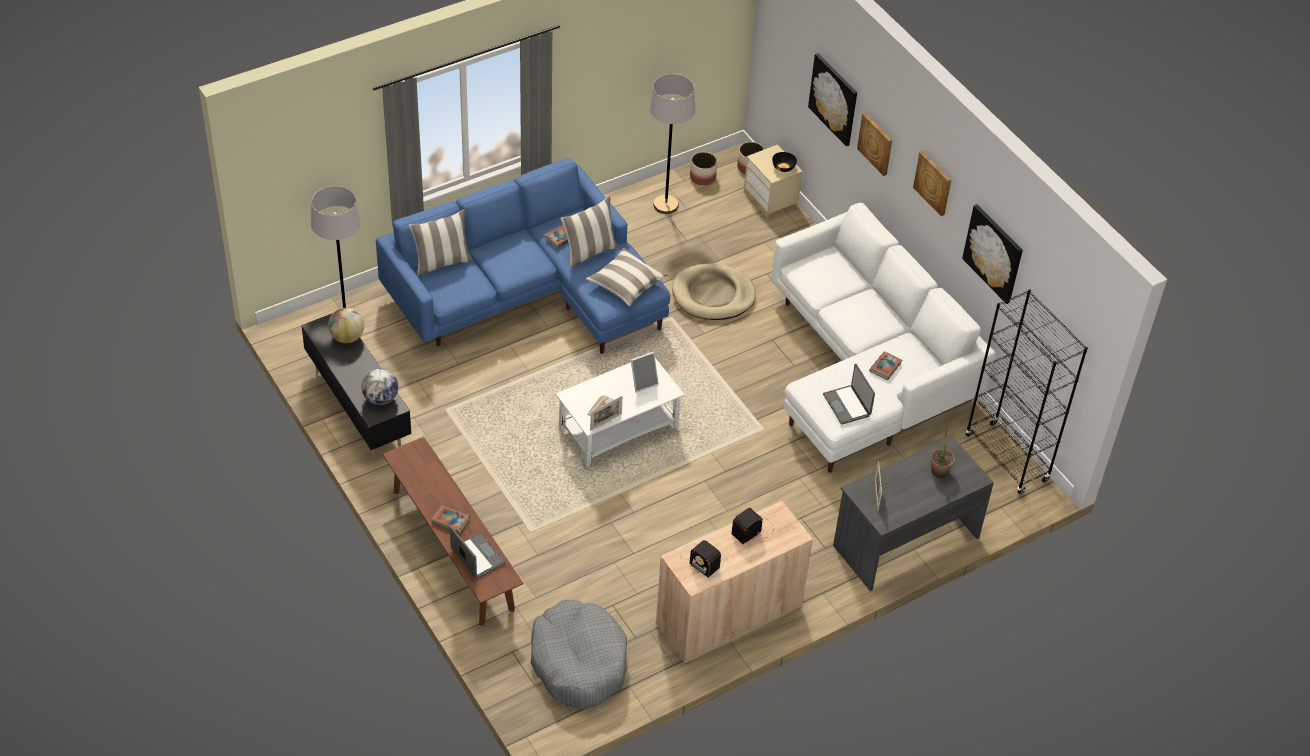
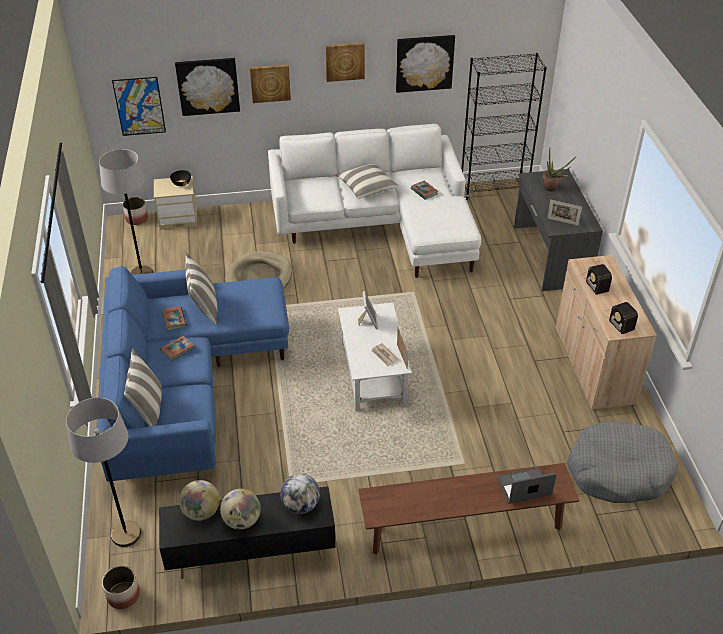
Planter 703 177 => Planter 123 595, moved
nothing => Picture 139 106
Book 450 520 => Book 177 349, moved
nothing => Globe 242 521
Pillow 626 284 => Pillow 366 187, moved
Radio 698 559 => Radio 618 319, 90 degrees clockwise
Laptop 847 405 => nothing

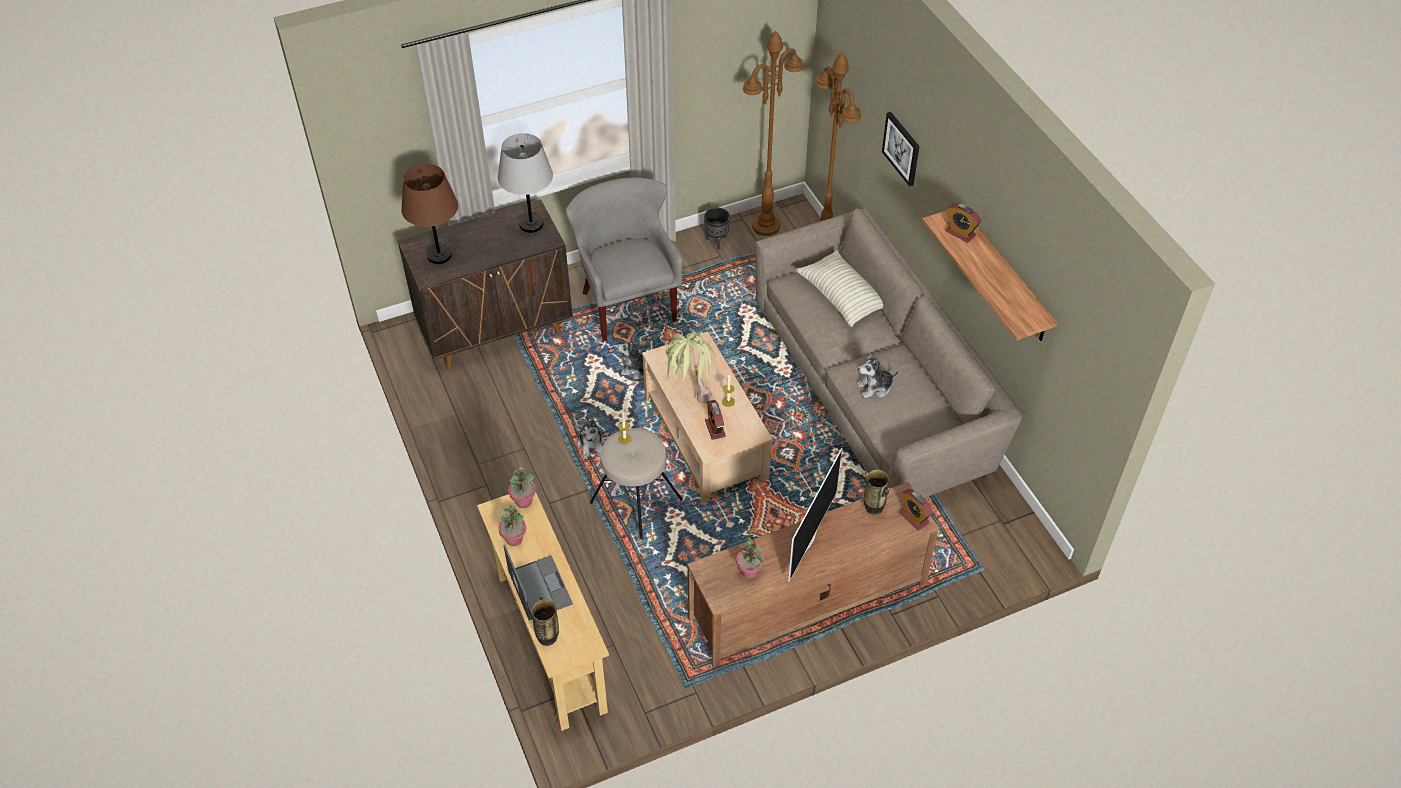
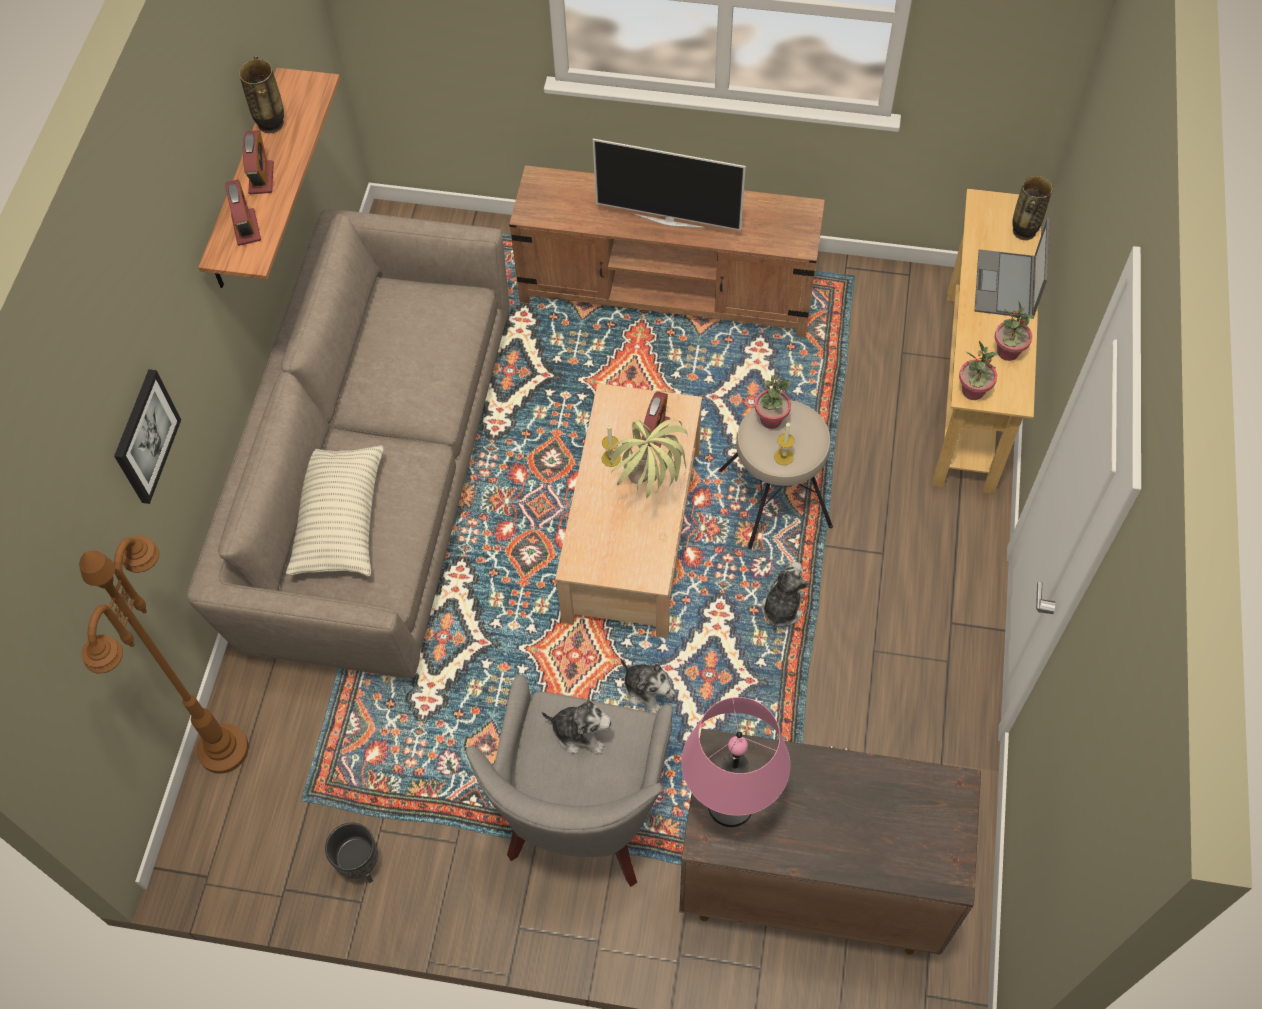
Vase 873 508 => Vase 271 124, moved
AlarmClock 914 518 => AlarmClock 261 178, moved
PlushToy 875 387 => PlushToy 581 732, moved
Television 807 539 => Television 669 220, 135 degrees counterclockwise
GreyTableLamp 531 224 => PinkTableLamp 731 804
PottedPlant 749 571 => PottedPlant 770 419, moved
BrownTableLamp 439 255 => nothing
BrownFloorLamp 765 226 => nothing

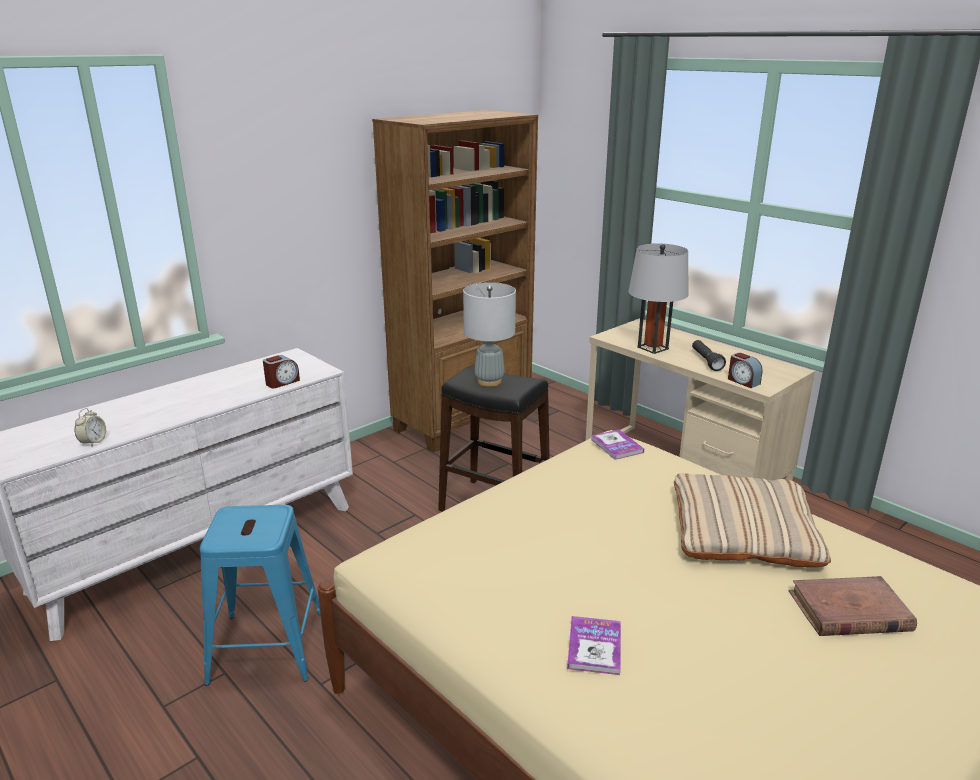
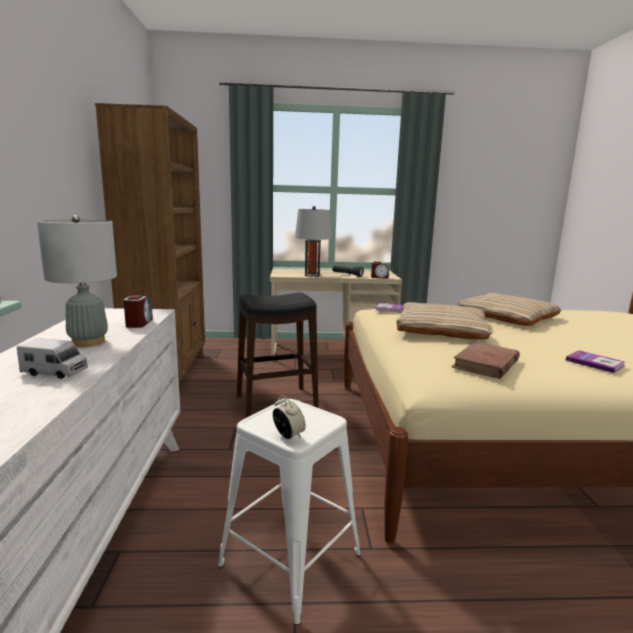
nothing => ToyTruck 55 372
GreyTableLamp 489 382 => GreyTableLamp 89 342, moved
BlueStool 267 647 => WhiteStool 291 559
AlarmClock 93 442 => AlarmClock 288 435, moved
nothing => BeigePillow 441 328
BrownBook 849 611 => BrownBook 486 364, moved

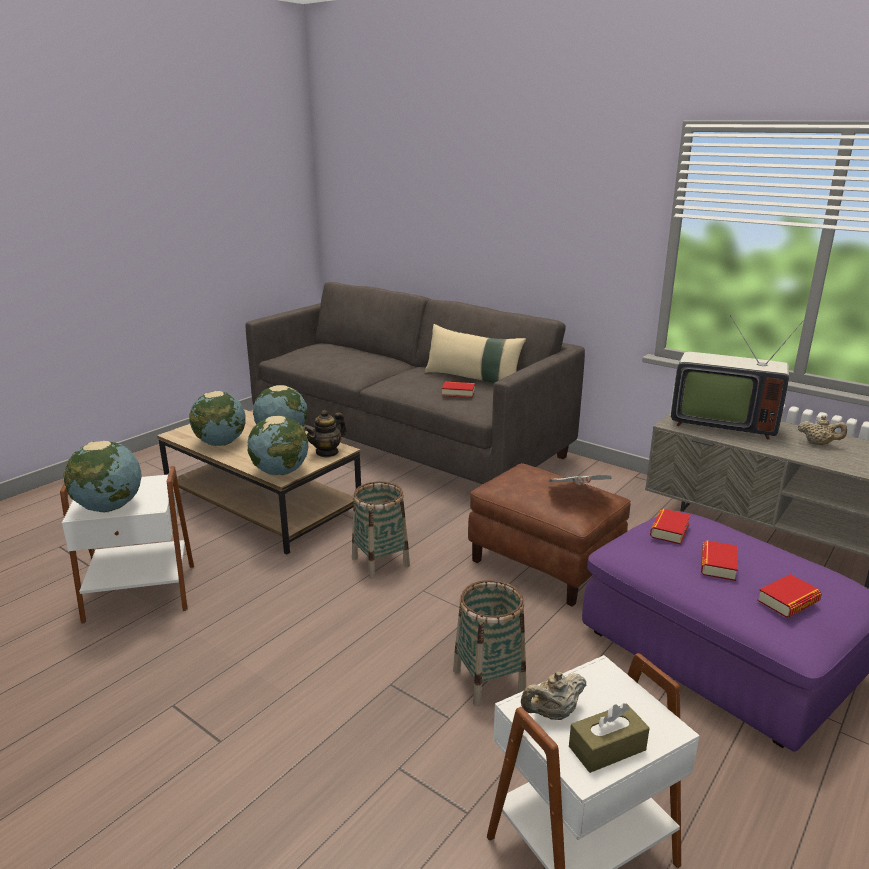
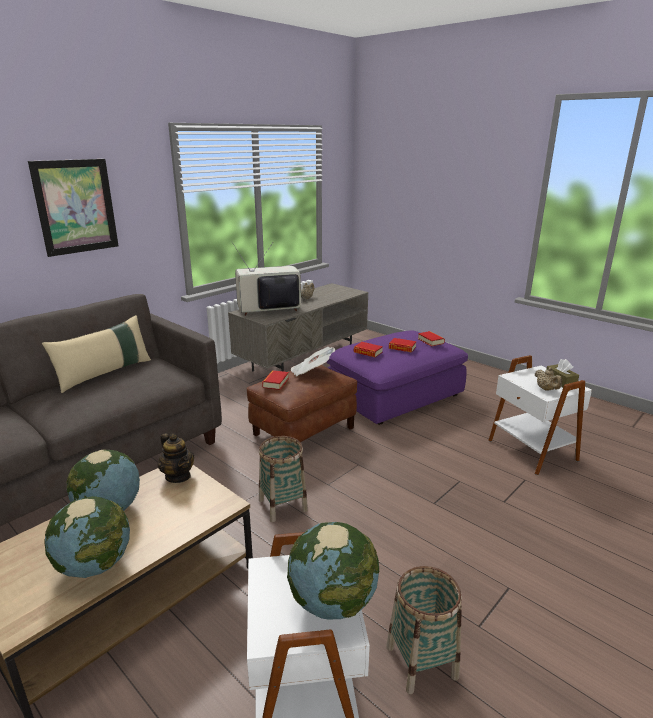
nothing => Picture 76 206
Television 721 423 => Television 270 310, 135 degrees counterclockwise
Book 458 393 => Book 275 383, moved
Basket 489 680 => Basket 421 661, moved
Globe 281 472 => nothing

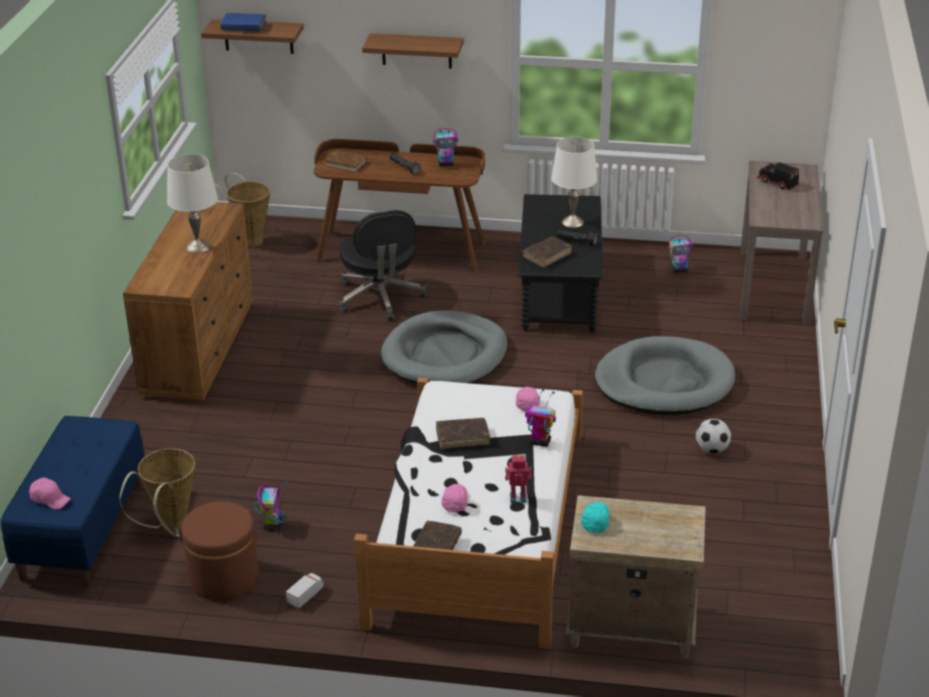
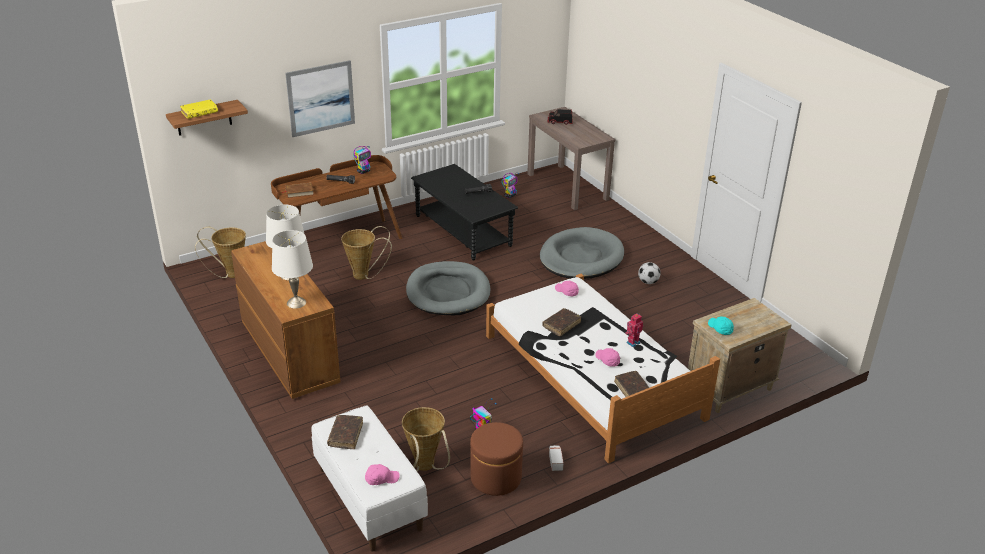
BlueBook 244 27 => YellowBook 199 113
WhiteTableLamp 572 222 => WhiteTableLamp 296 302, moved
Shelf 416 50 => Picture 320 98
BlueBench 82 530 => WhiteBench 369 498
BrownBook 547 256 => BrownBook 345 435, moved
BlackOfficeChair 380 298 => Basket 365 276
ToyRobot 540 442 => nothing

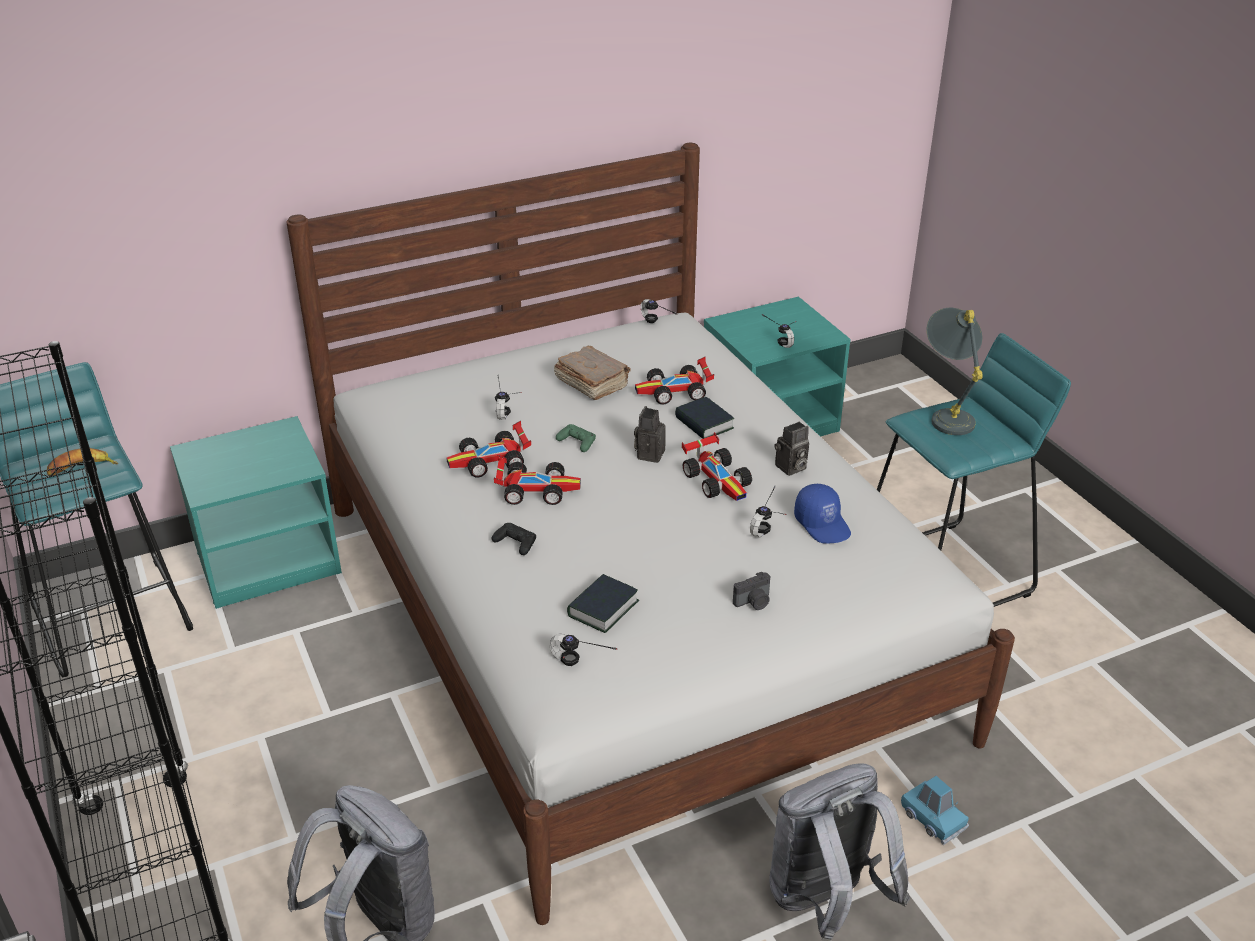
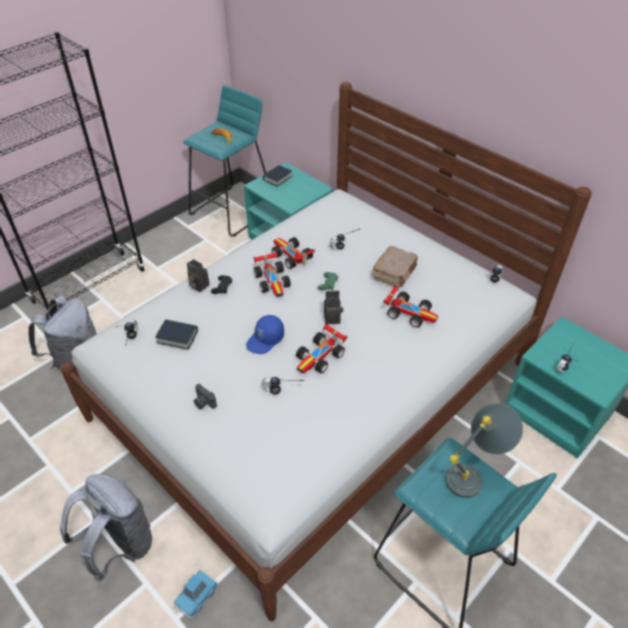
PhotoCamera 790 468 => PhotoCamera 198 286, moved
BlueCap 823 524 => BlueCap 265 340, moved
Book 704 423 => Book 277 178, moved
ToyCar 675 392 => ToyCar 409 312, 150 degrees clockwise

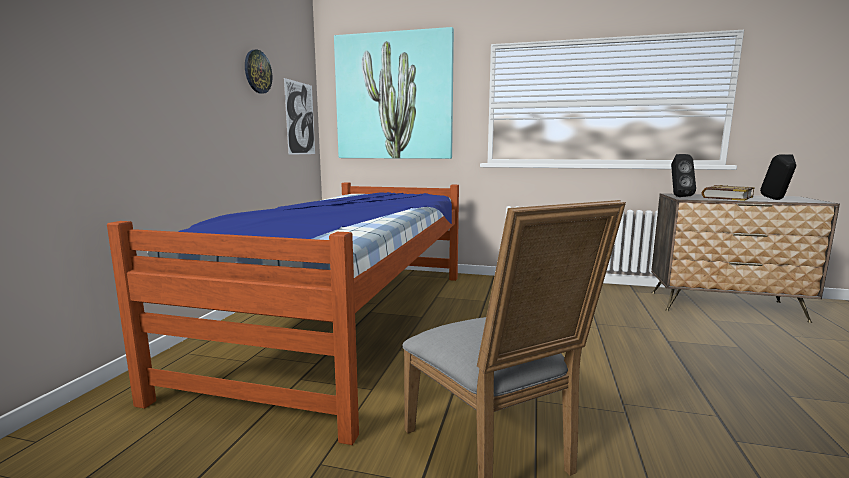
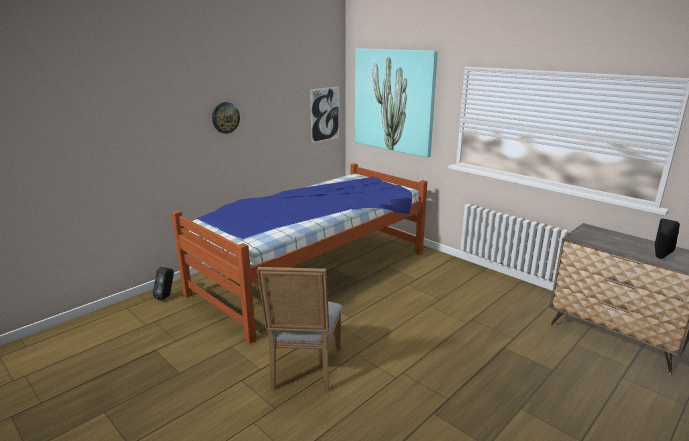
BlackSpeaker 678 196 => BlackSpeaker 166 297, moved
WallClock 257 71 => WallClock 225 117, moved
Book 727 197 => nothing

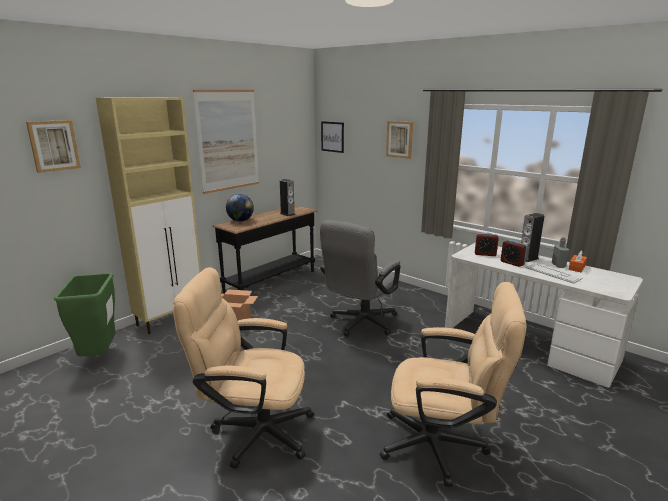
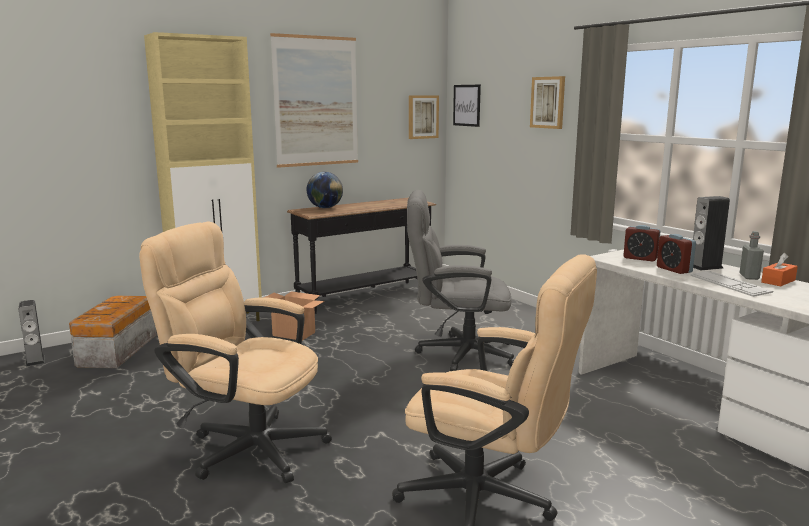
Speaker 287 214 => Speaker 35 360, moved
GreenTrashCan 99 356 => StorageBox 116 350
GreyOfficeChair 360 324 => GreyOfficeChair 457 353, 45 degrees clockwise
Picture 53 145 => Picture 423 117, moved

